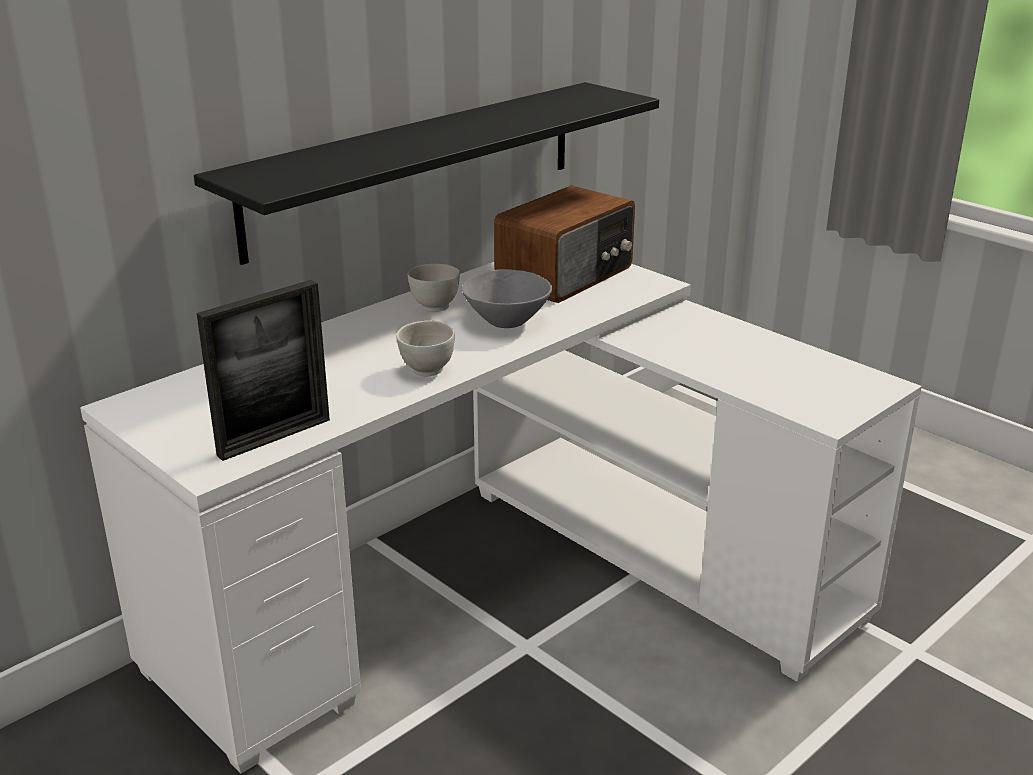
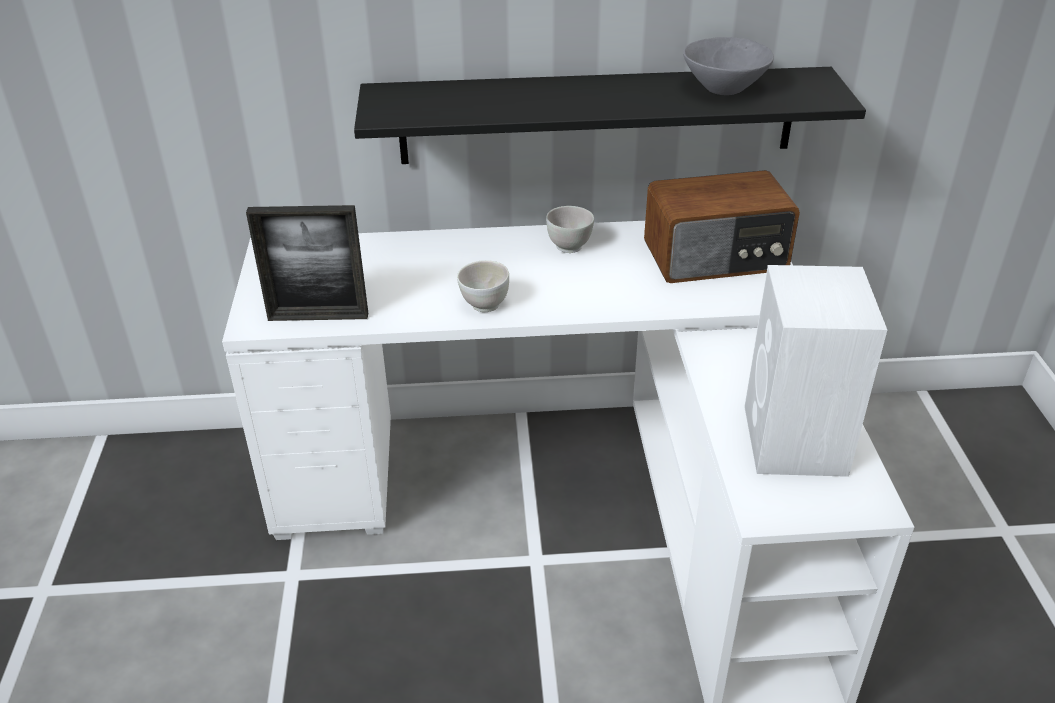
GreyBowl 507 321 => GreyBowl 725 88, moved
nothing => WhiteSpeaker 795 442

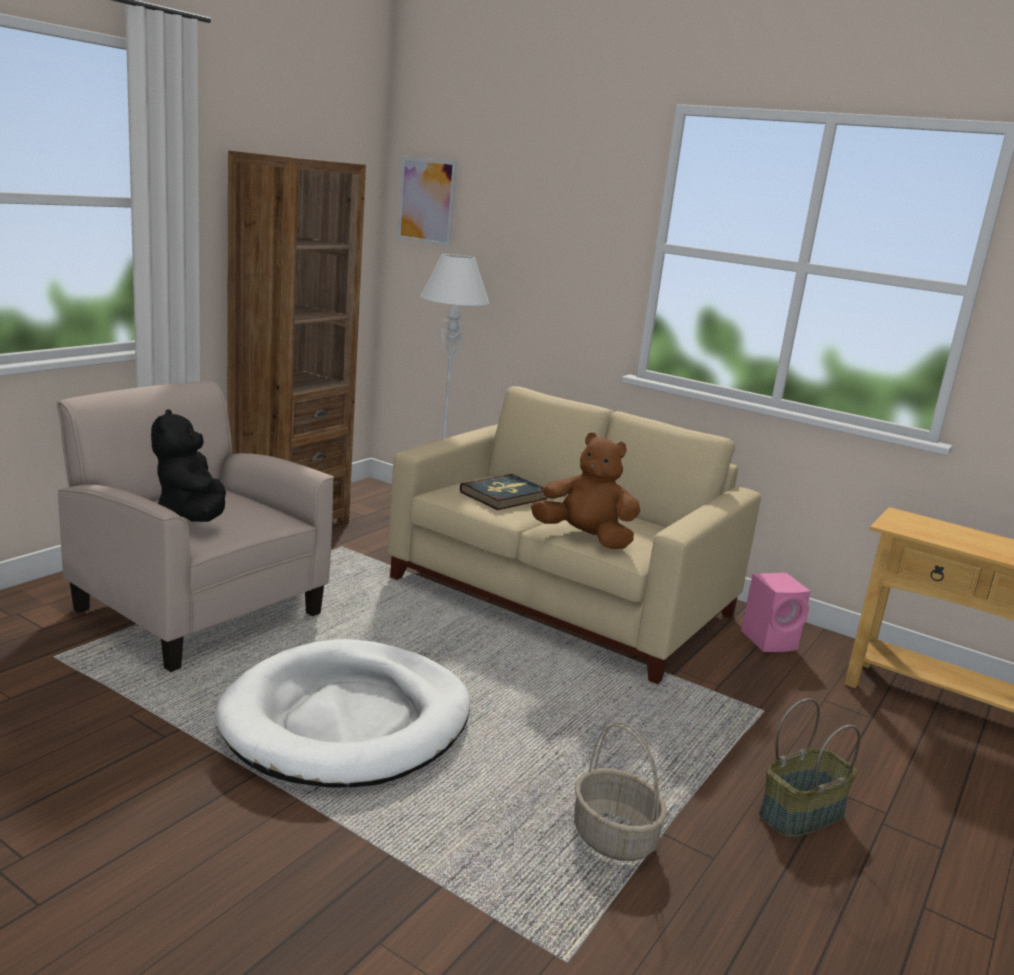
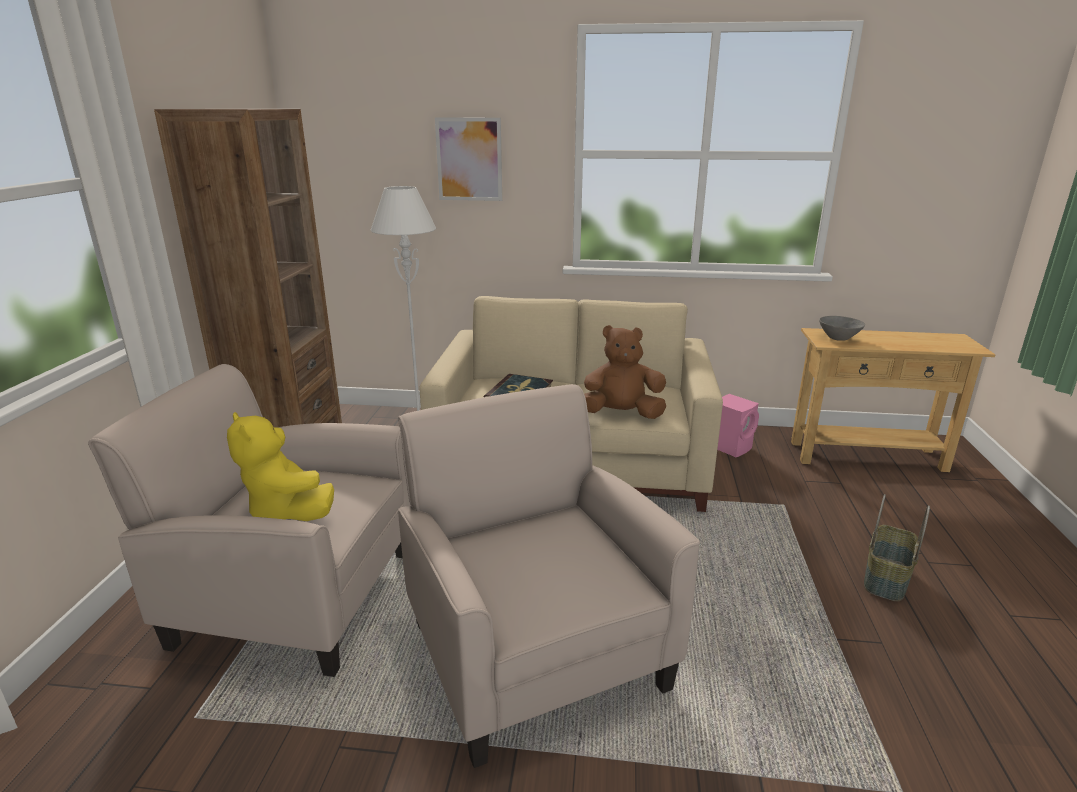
BlackPlushToy 192 516 => YellowPlushToy 287 512
WhiteDogBed 347 720 => BeigeArmchair 535 651
Picture 426 201 => Picture 469 159, moved
nothing => GreyBowl 839 338
Basket 615 837 => nothing

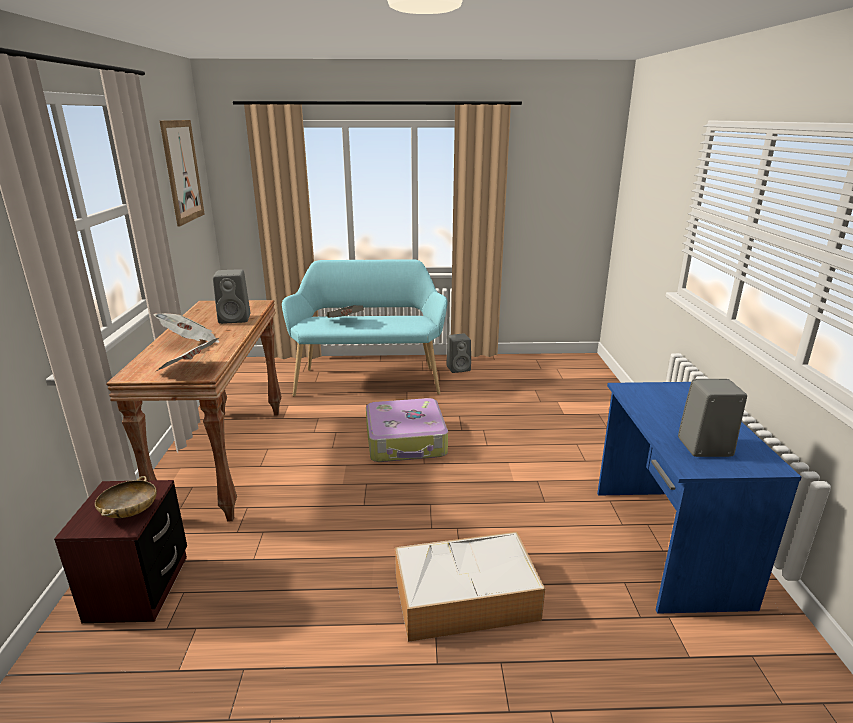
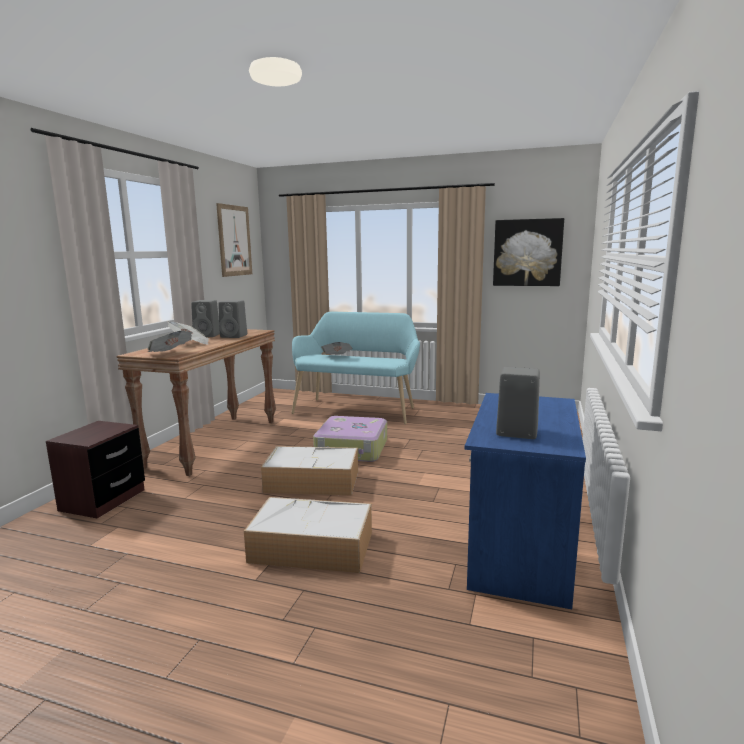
GreySpeaker 459 368 => GreySpeaker 208 335, moved
nothing => StorageBox 313 481
nothing => Picture 527 252
BeigeBowl 129 512 => nothing

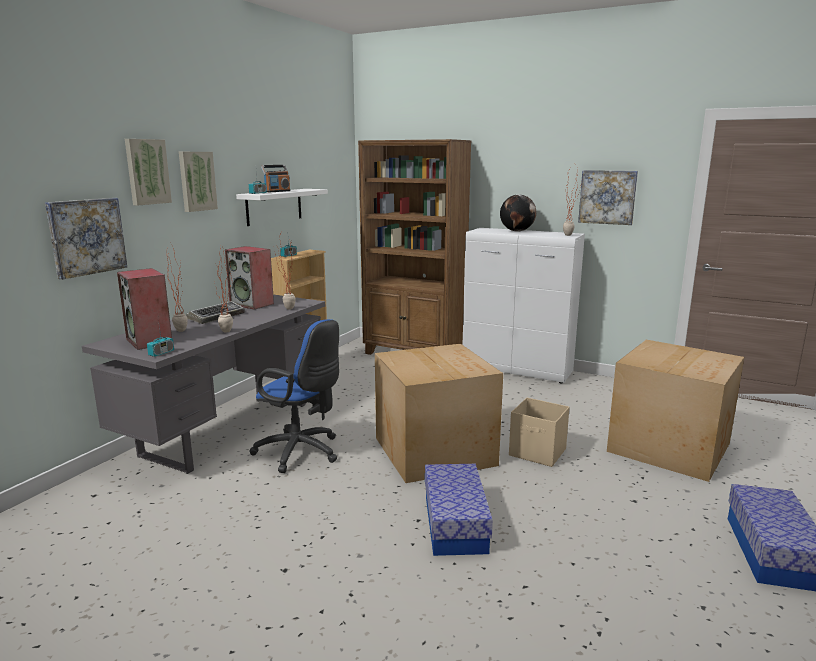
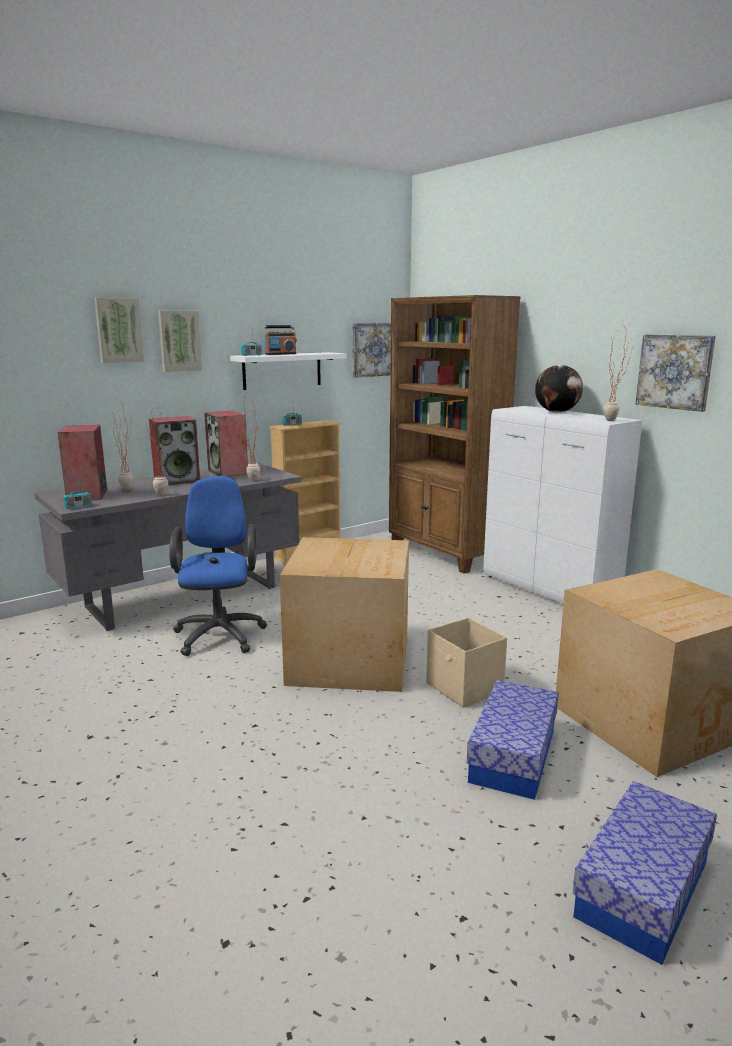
Keyboard 217 317 => Speaker 177 480
BlueOfficeChair 302 453 => BlueOfficeChair 220 633, 150 degrees counterclockwise
Picture 86 236 => Picture 373 349, moved
StorageBox 455 523 => StorageBox 513 756, moved

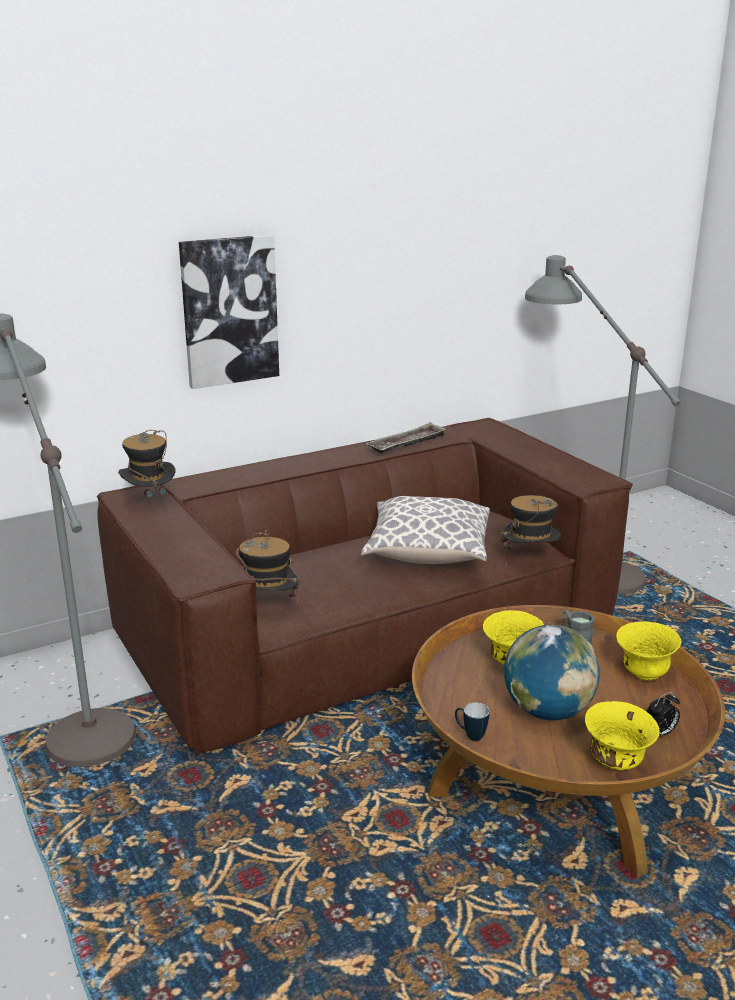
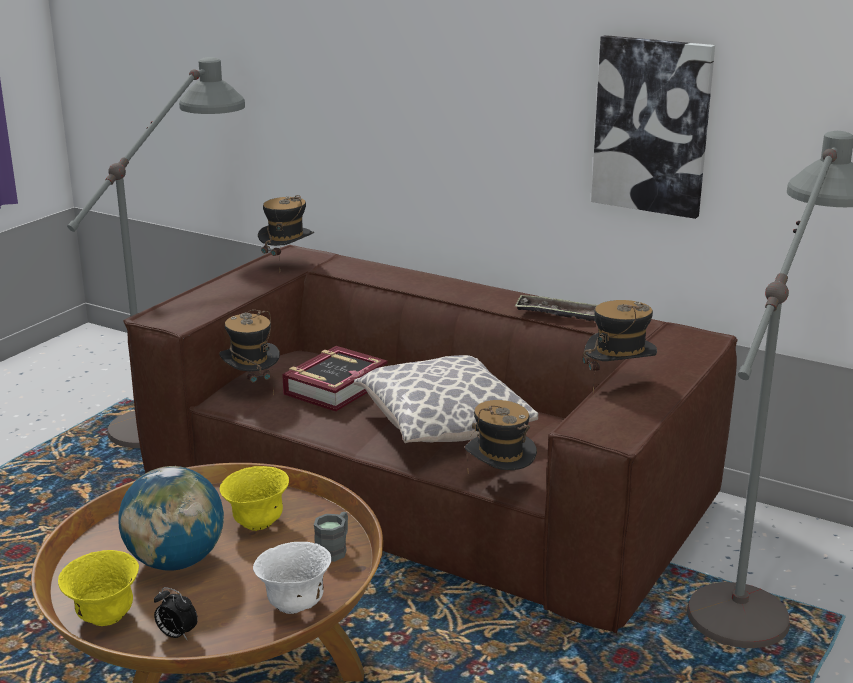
YellowBowl 644 674 => WhiteBowl 294 605
nothing => Book 335 387
nothing => Hat 618 383
Picture 229 311 => Picture 652 126, moved
Mug 470 735 => nothing

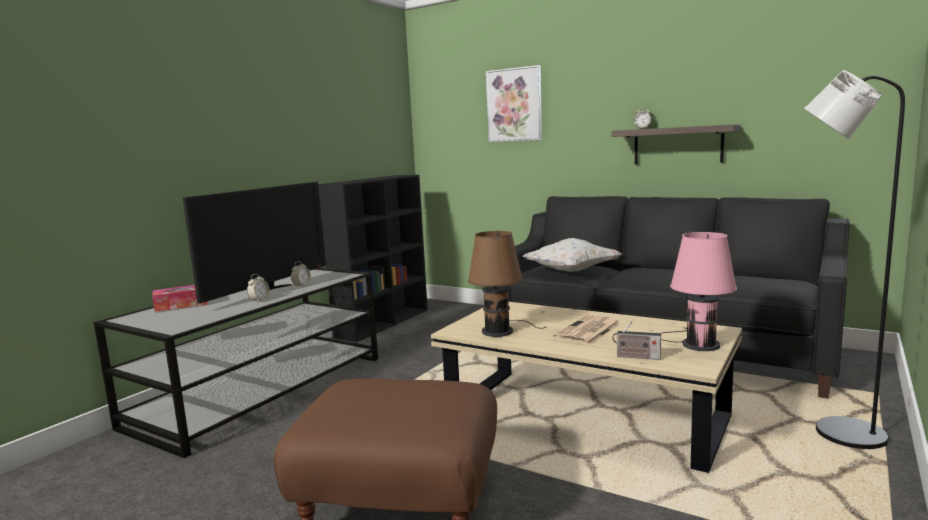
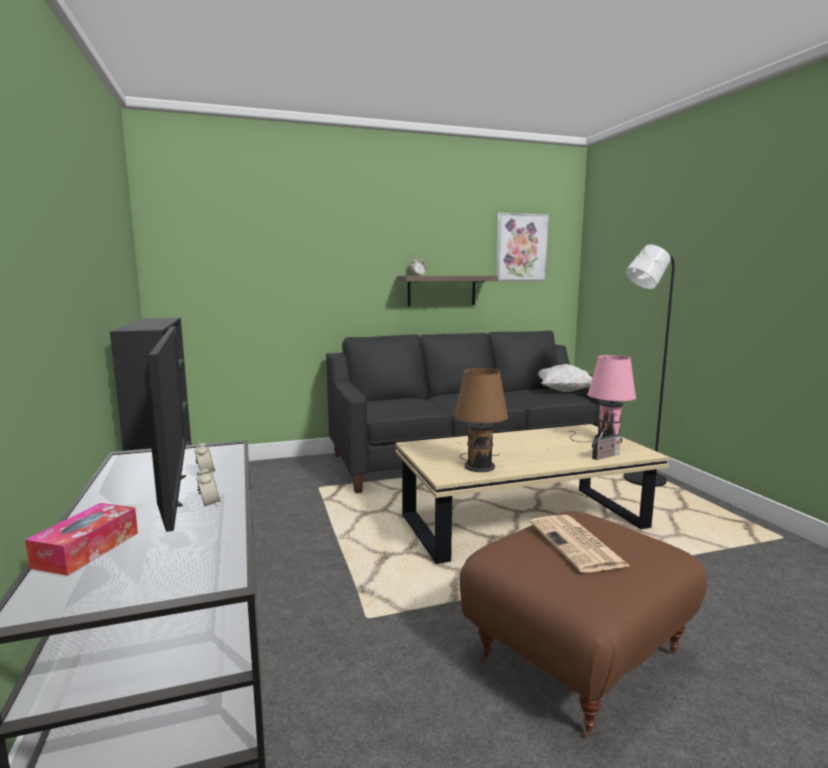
Picture 514 105 => Picture 521 247, moved
Newspaper 588 331 => Newspaper 577 544, moved
WhitePillow 571 271 => WhitePillow 564 391, moved

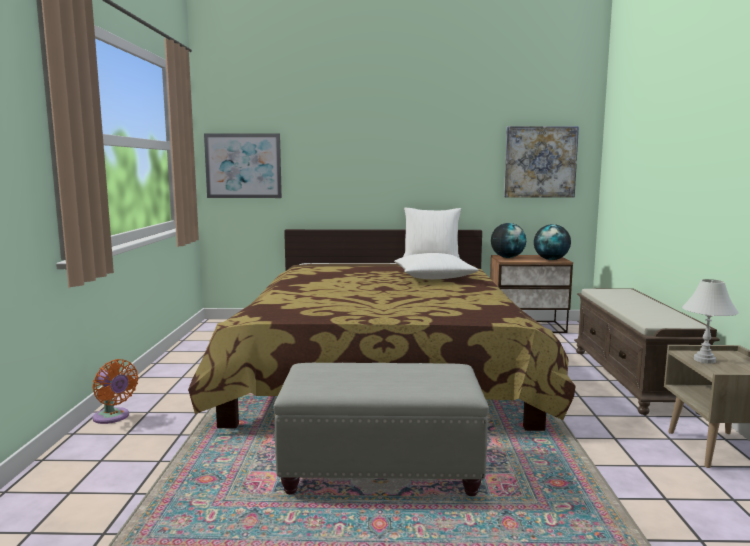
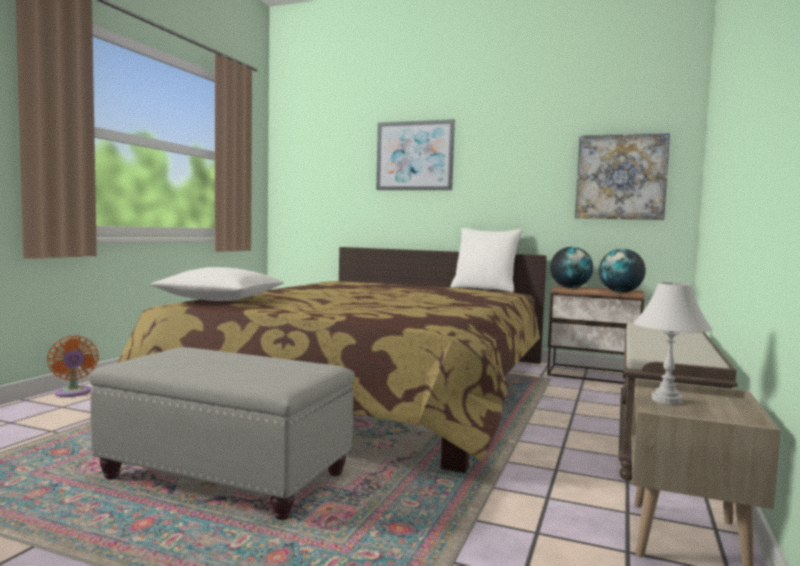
WhitePillow 433 277 => WhitePillow 221 299, moved
Picture 243 166 => Picture 414 156, moved

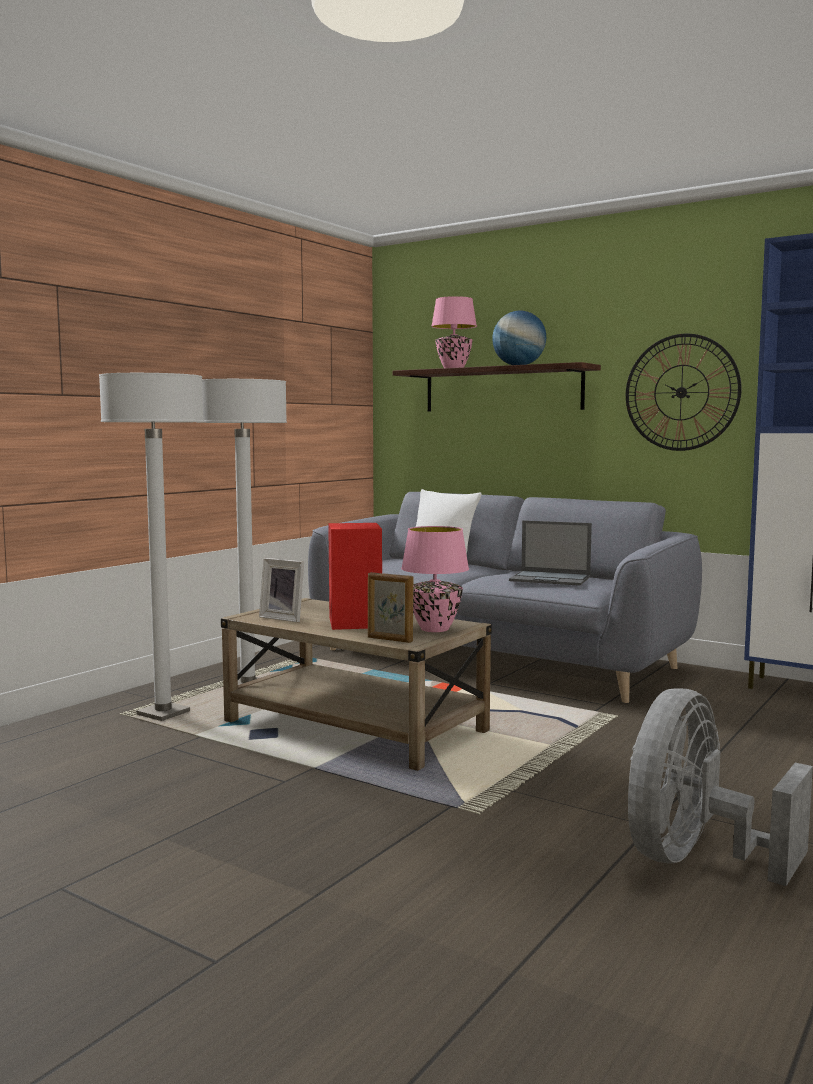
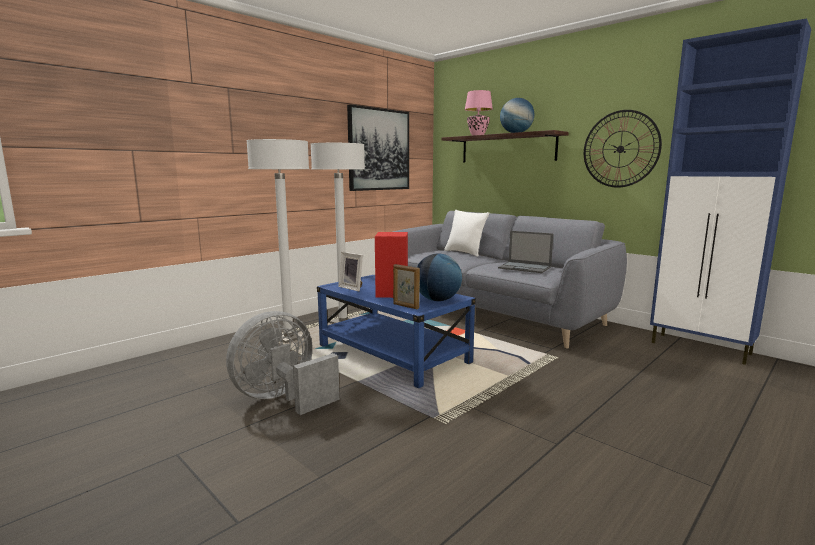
GreyFan 696 859 => GreyFan 283 398, moved
BeigeCoffeeTable 355 726 => BlueCoffeeTable 393 354
nothing => Picture 379 150
PinkTableLamp 435 629 => Globe 437 300

